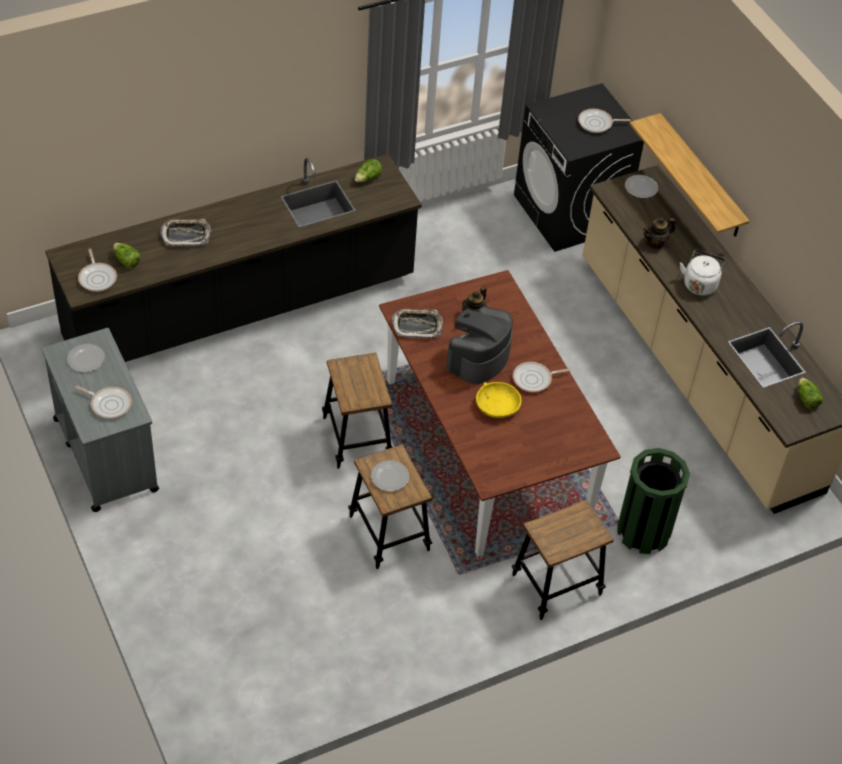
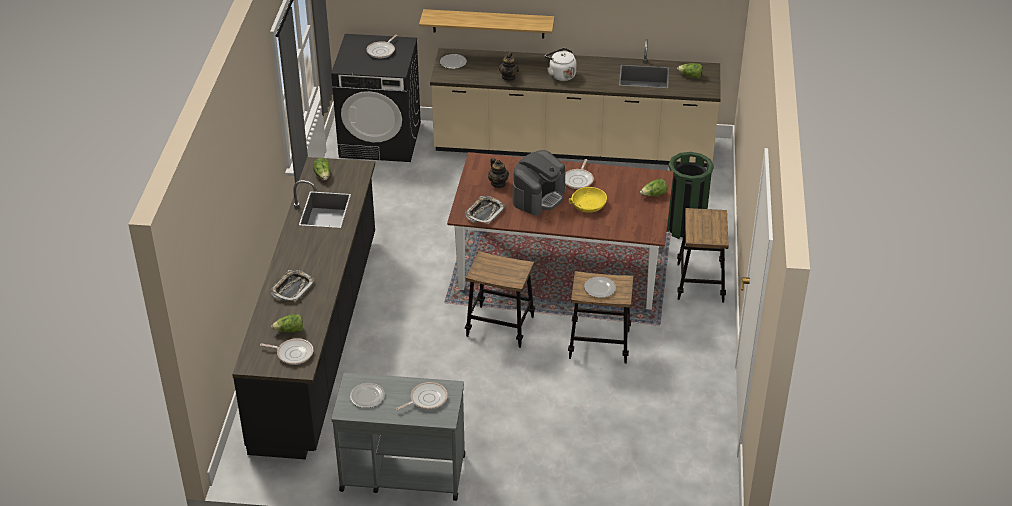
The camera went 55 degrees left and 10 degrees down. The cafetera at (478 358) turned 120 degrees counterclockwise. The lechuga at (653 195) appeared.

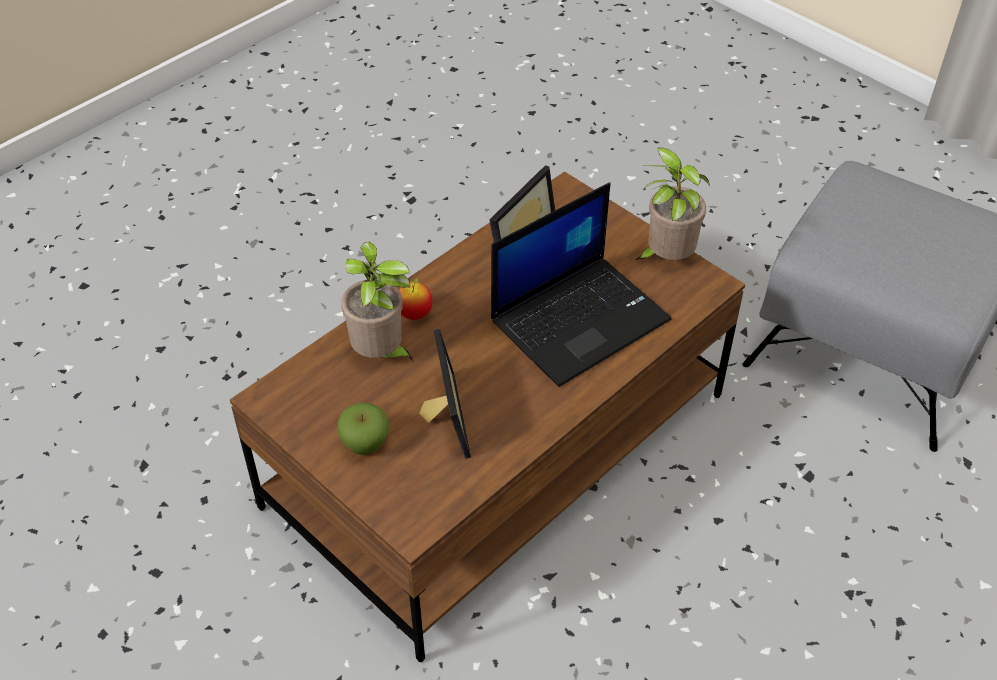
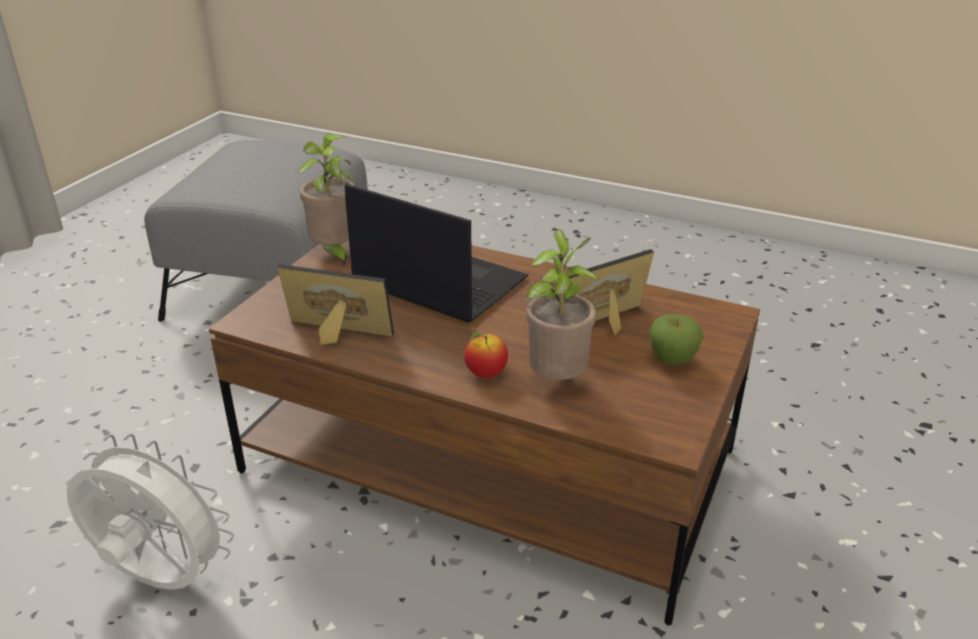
The camera went 110 degrees left and 15 degrees down. The ventilador/blanco at (159 580) appeared.

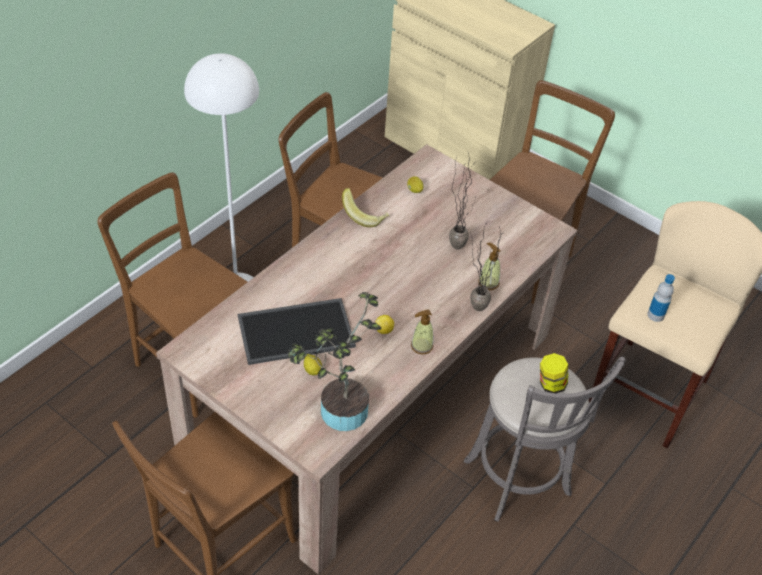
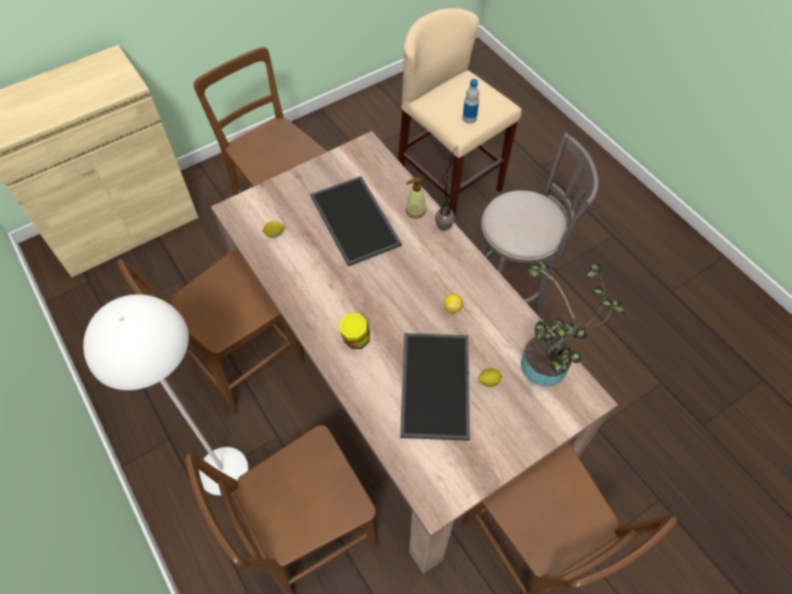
The camera went 70 degrees left and 10 degrees up. The planta en maceta at (456 242) was replaced by the bandeja at (357 220). The plátano at (364 216) disappeared. The dispensador de jabón at (421 346) disappeared. The tarro moved from (550 384) to (356 340).

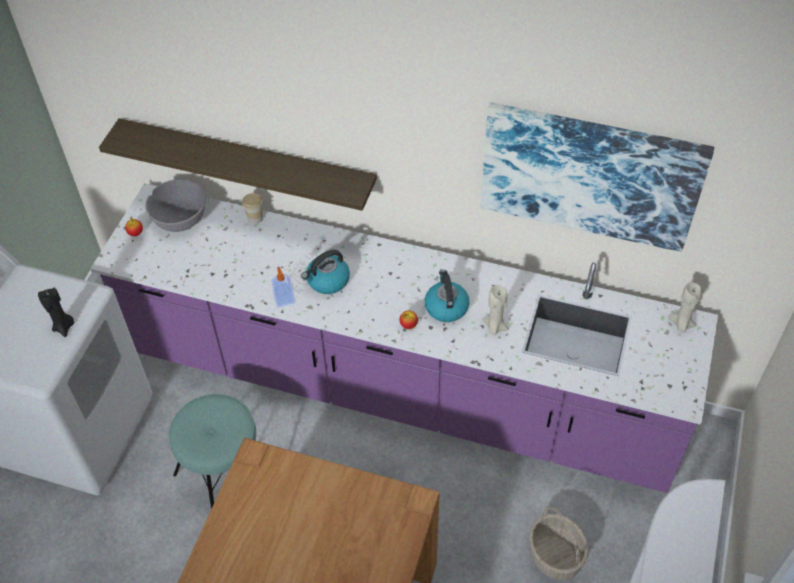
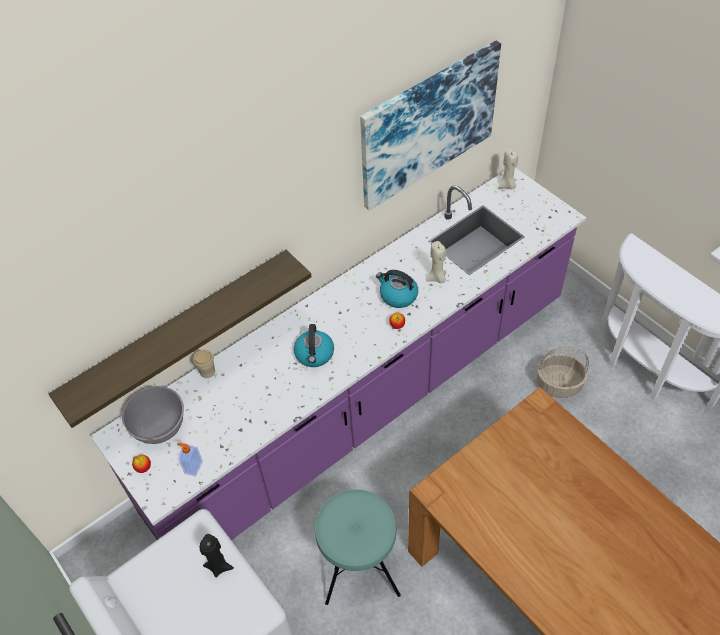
The camera went 55 degrees left and 0 degrees up. The dispensador de jabón moved from (284 300) to (193 467).

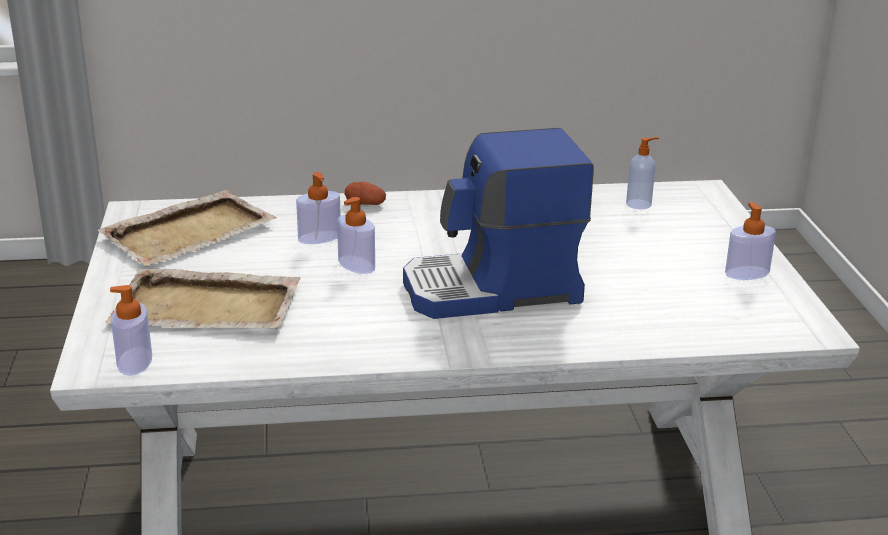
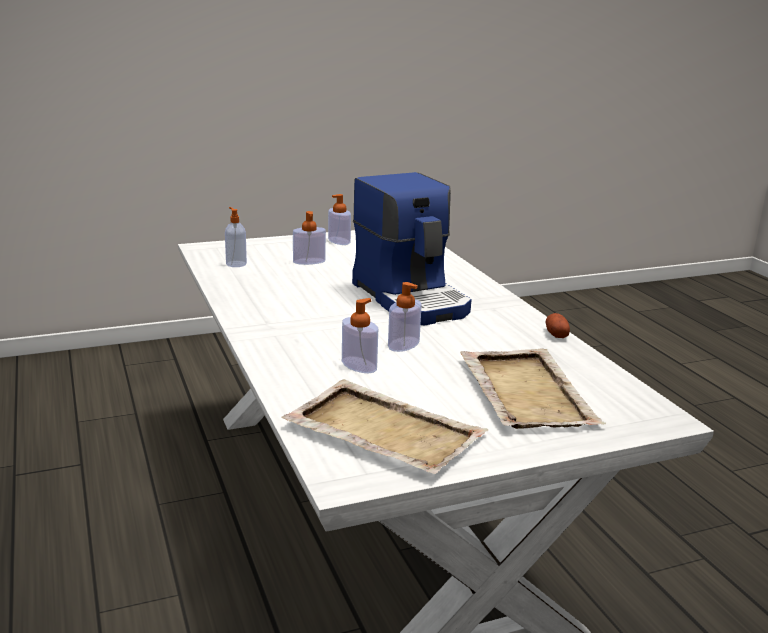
The camera went 105 degrees left and 5 degrees down. The patata moved from (365 204) to (556 334). The dispensador de jabón moved from (134 361) to (309 261).

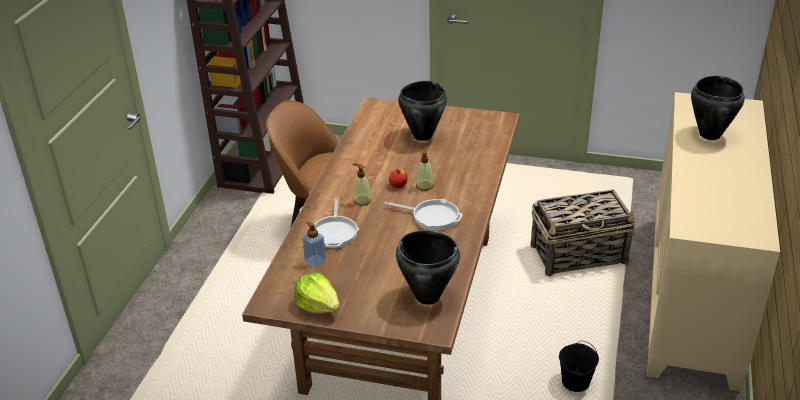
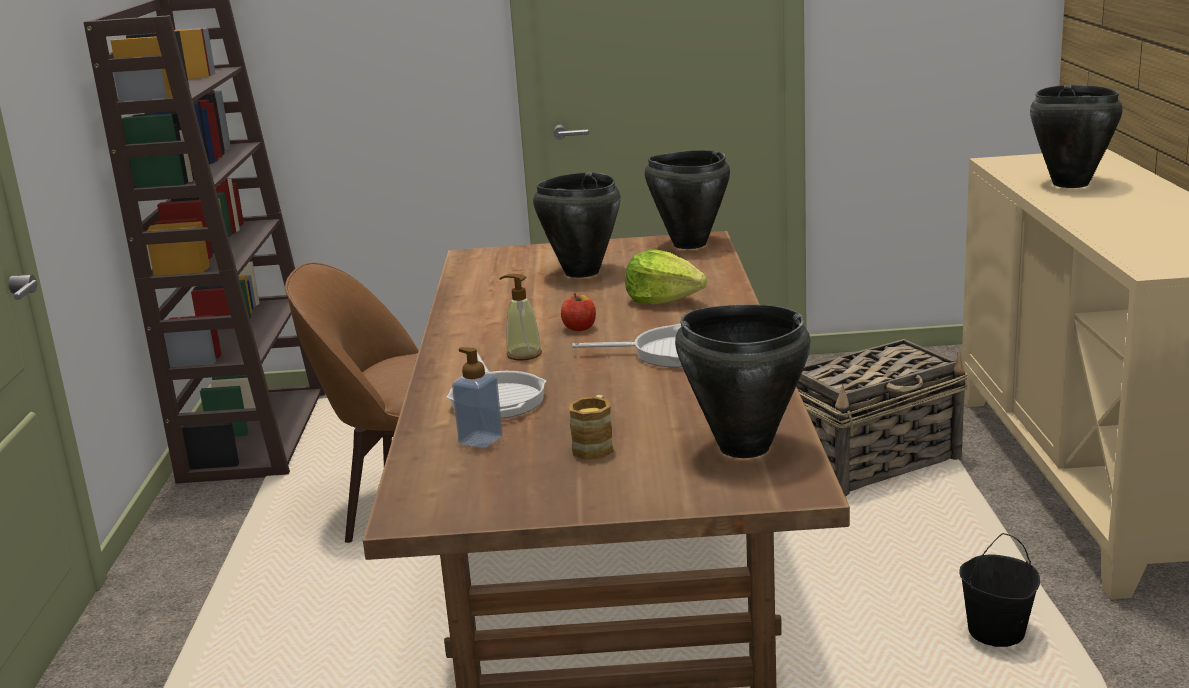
The camera went 15 degrees left and 15 degrees down. The dispensador de jabón at (424 186) disappeared. The lechuga moved from (318 305) to (663 300). The olla/negro at (689 244) appeared. The taza grande at (595 445) appeared.

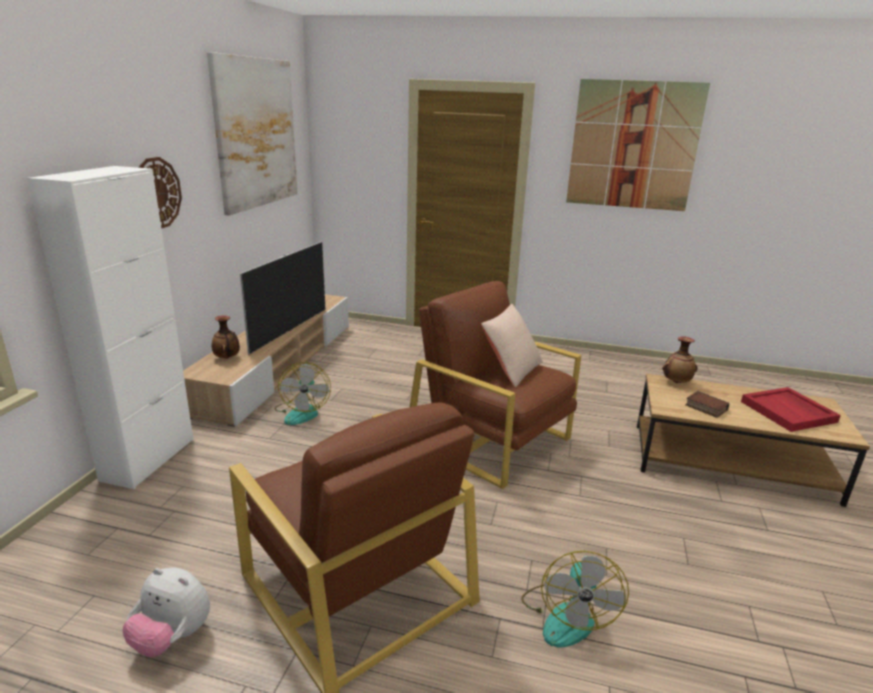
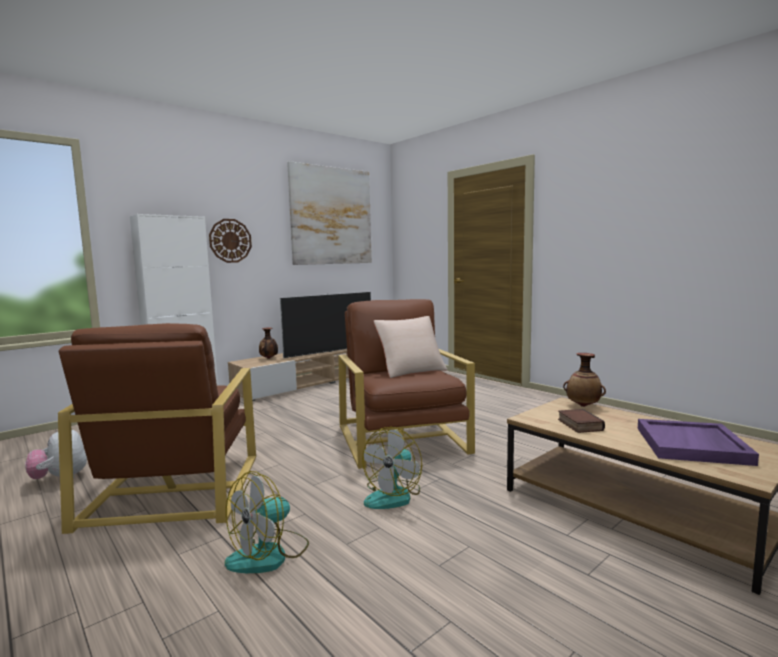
The camera went 35 degrees right and 15 degrees down. The cuadro at (633 146) disappeared. The ventilador moved from (302 412) to (394 495). The bandeja/rojo at (789 412) became the bandeja/morado at (692 445).

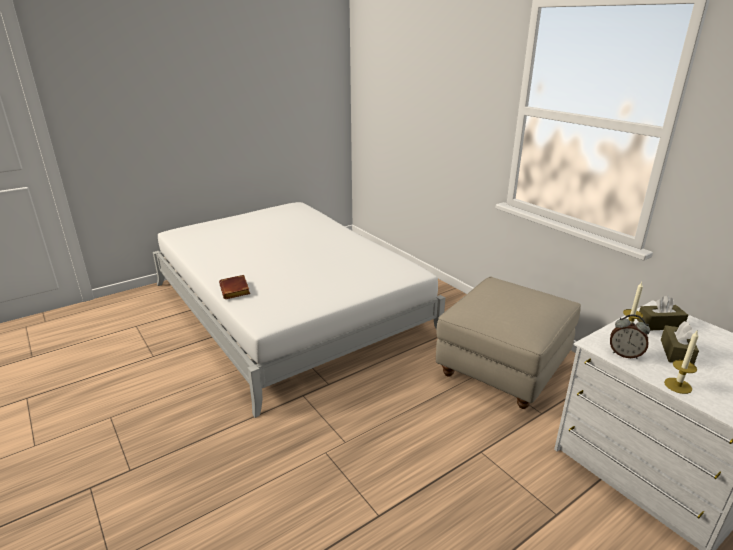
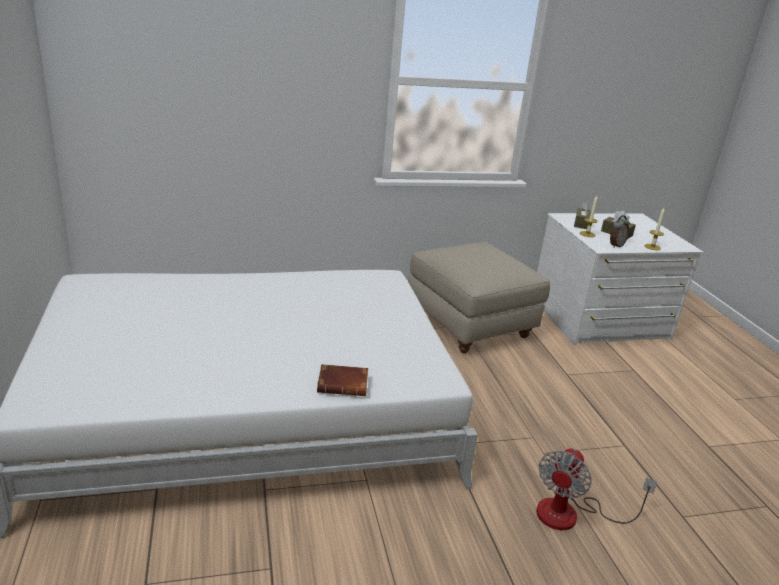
The camera went 70 degrees left and 0 degrees up. The ventilador at (571 514) appeared.

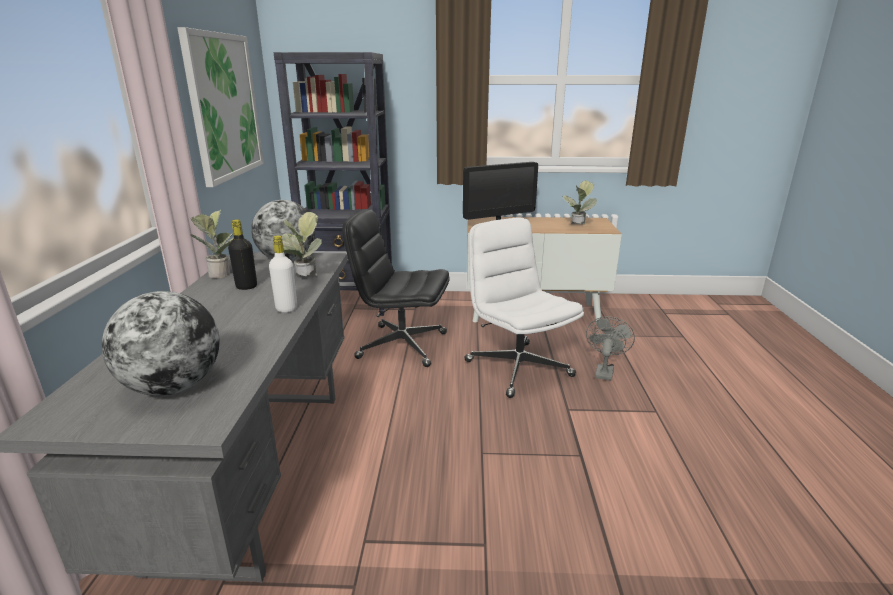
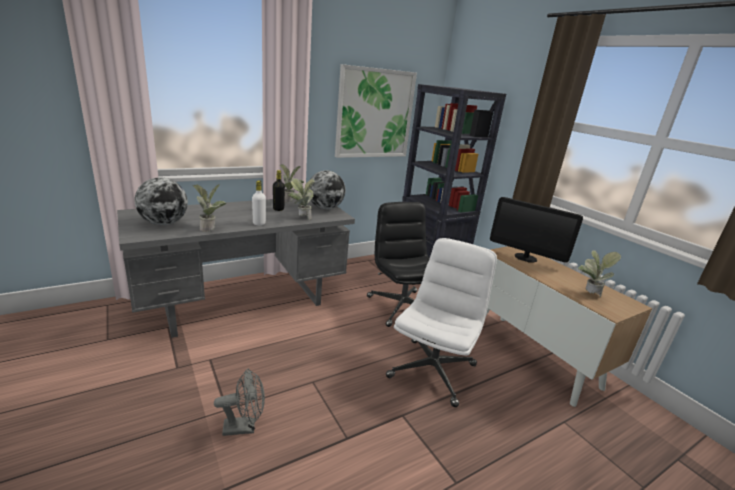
The camera went 55 degrees right and 0 degrees up. The ventilador/gris moved from (604 370) to (244 427). The planta en maceta at (211 228) appeared.

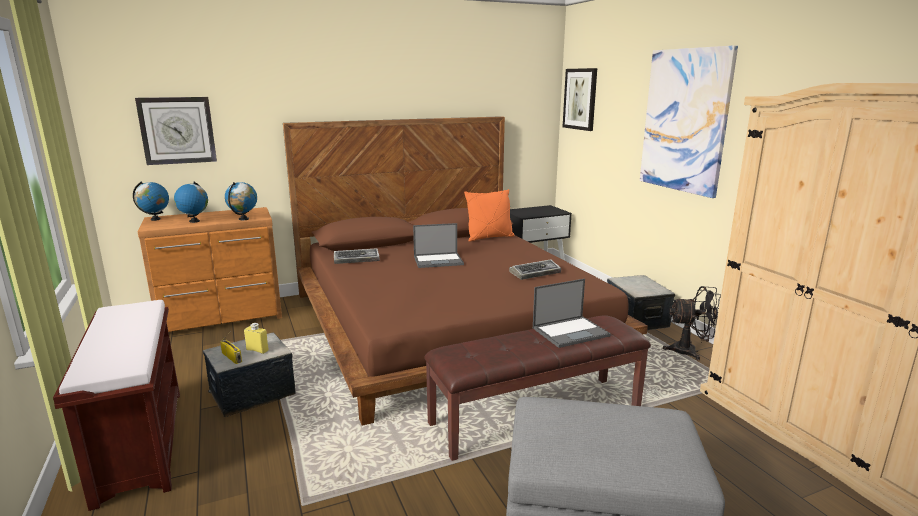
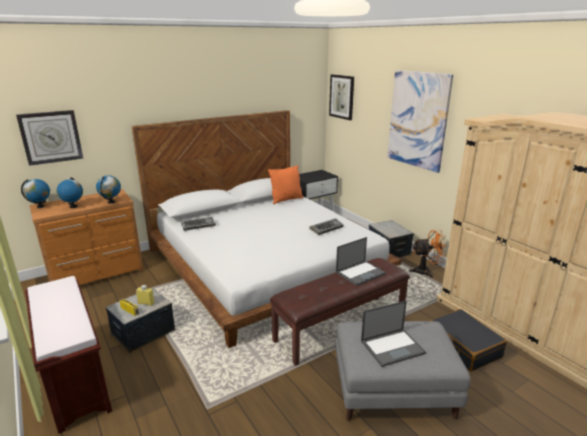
The camera went 10 degrees left and 5 degrees up. The cama/marrón at (448 324) became the cama/blanco at (265 265). The portátil moved from (439 260) to (393 347). The ventilador/negro at (690 351) became the ventilador/naranja at (426 271). The maleta/negro at (463 347) appeared.

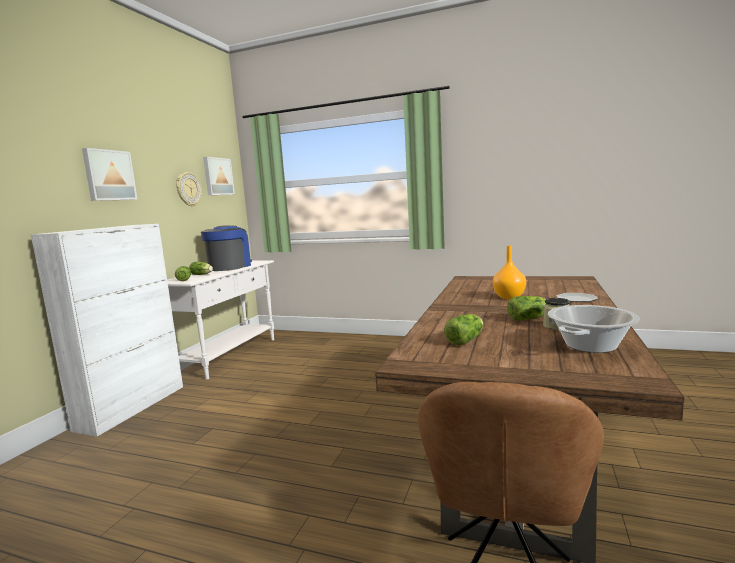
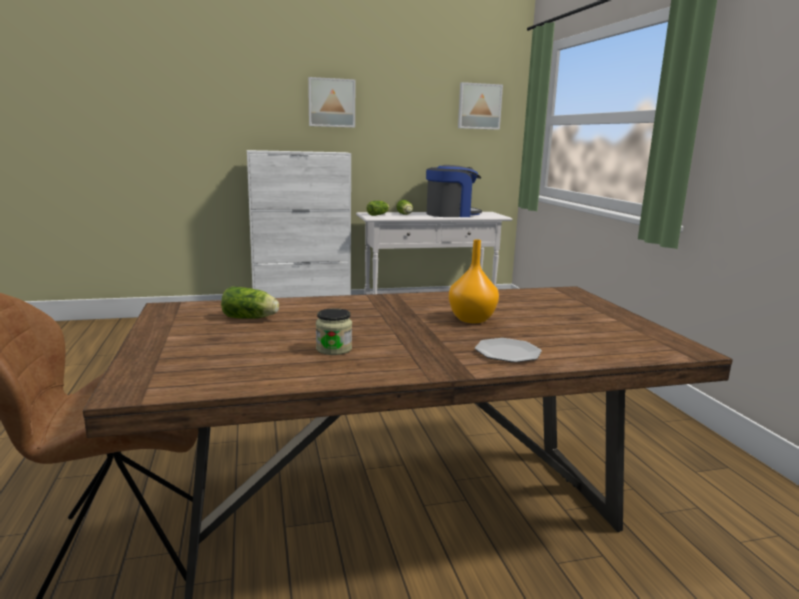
The camera went 55 degrees right and 5 degrees up. The reloj de pared at (188 189) disappeared. The lechuga at (530 318) disappeared. The olla at (590 345) disappeared.

